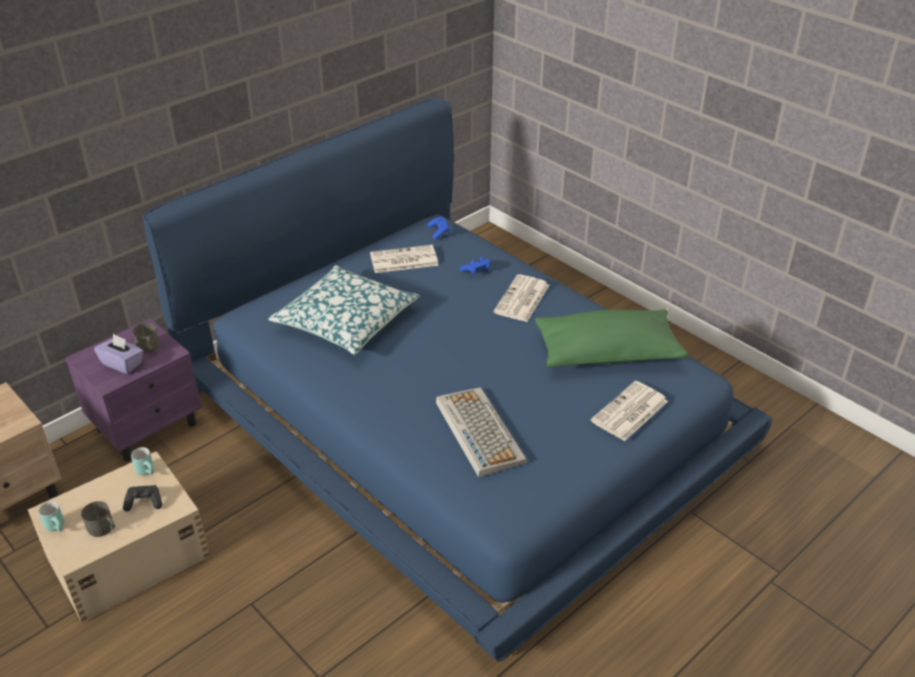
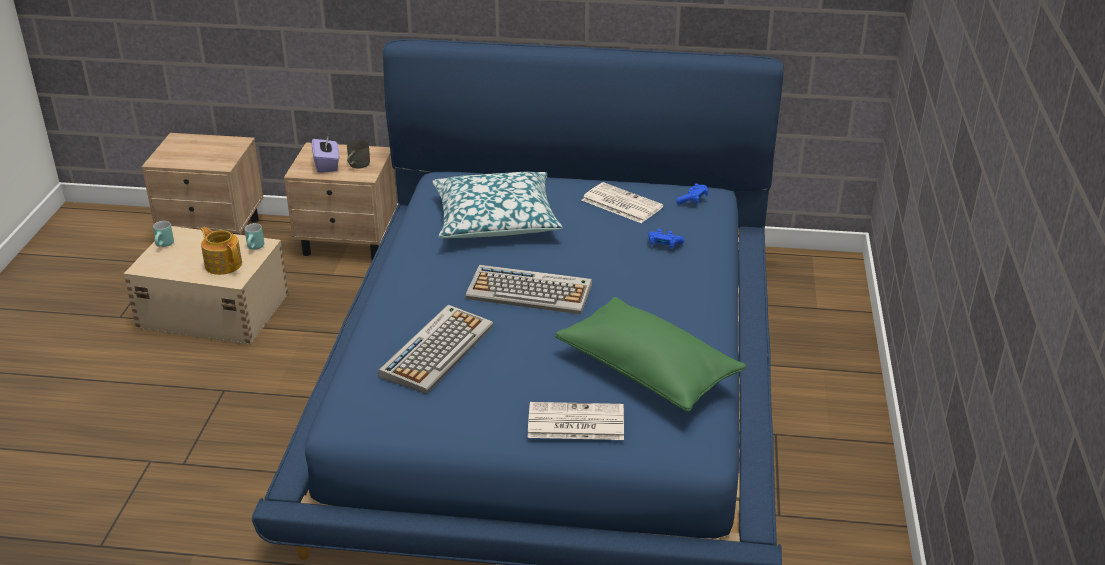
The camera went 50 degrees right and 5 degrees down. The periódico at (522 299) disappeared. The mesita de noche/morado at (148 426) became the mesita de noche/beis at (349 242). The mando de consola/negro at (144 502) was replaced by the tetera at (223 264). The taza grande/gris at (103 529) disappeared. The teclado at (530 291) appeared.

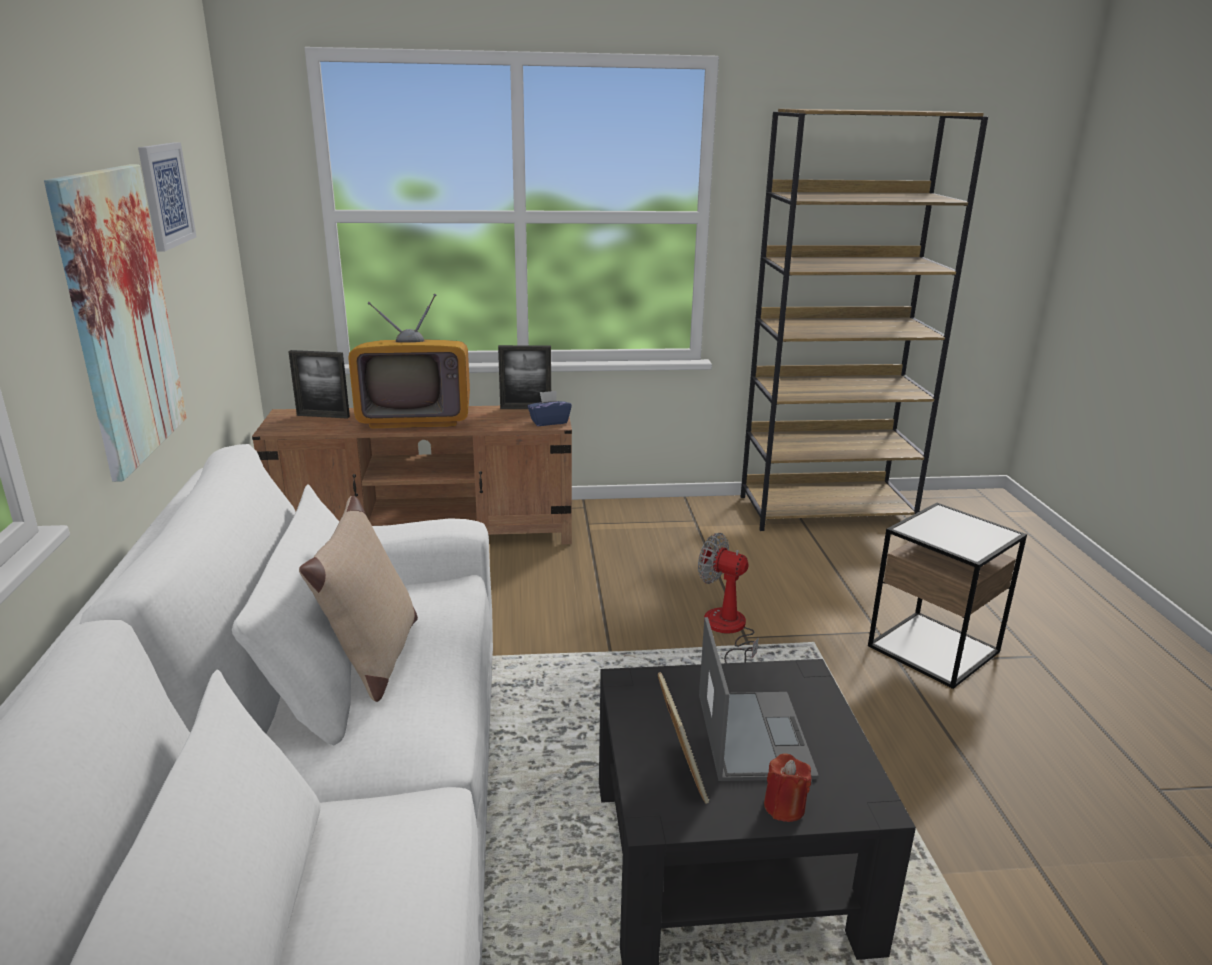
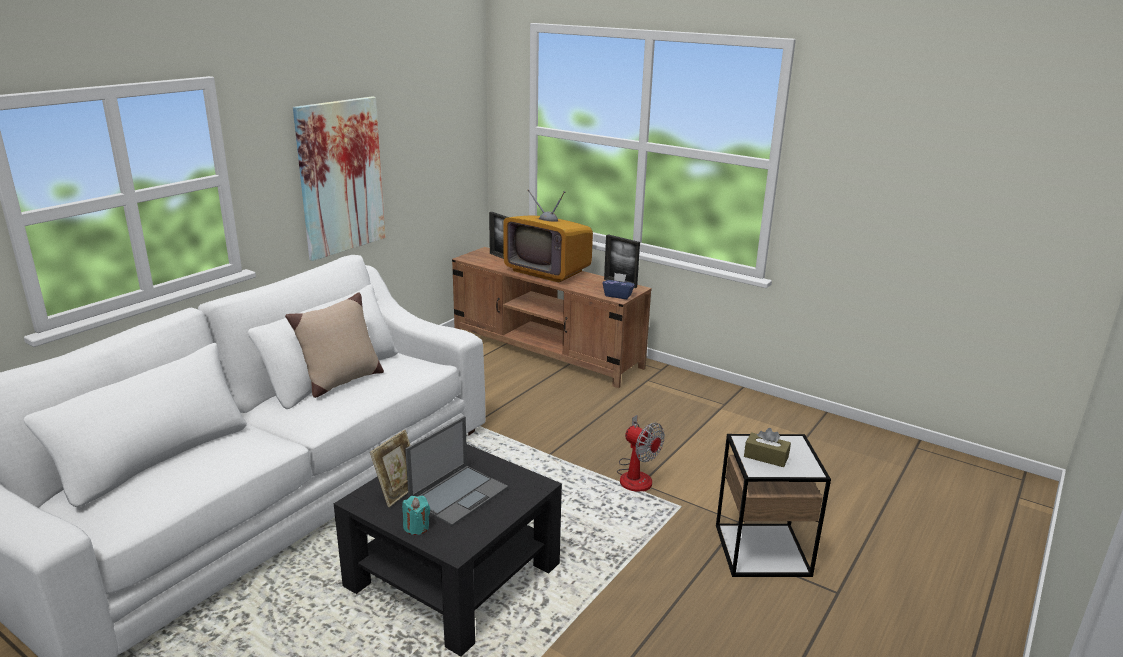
The camera went 40 degrees right and 0 degrees up. The estantería/marrón at (826 510) disappeared. The cuadro at (165 195) disappeared. The ventilador at (728 631) turned 150 degrees clockwise. The vela/rojo at (784 807) became the vela/turquesa at (416 527). The caja de pañuelos/marrón at (766 457) appeared.

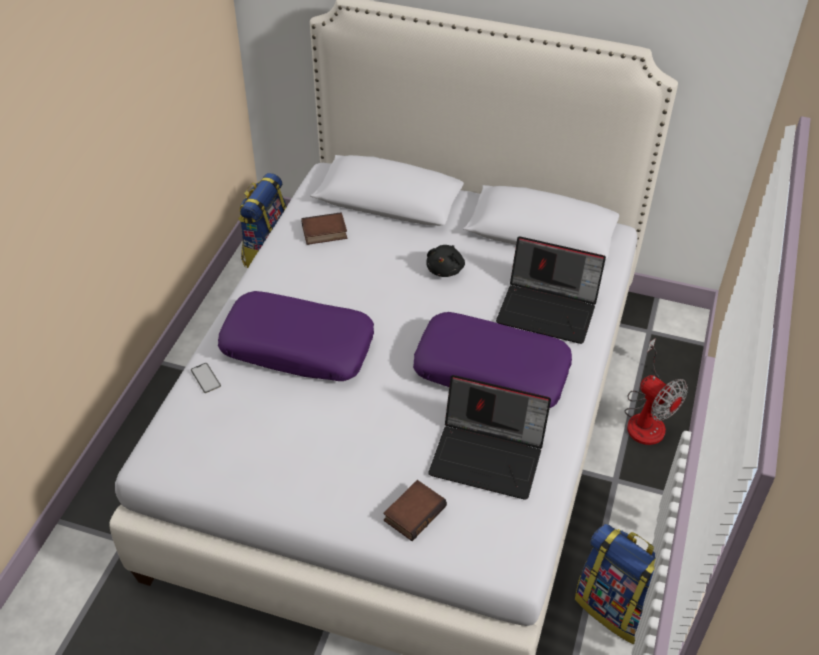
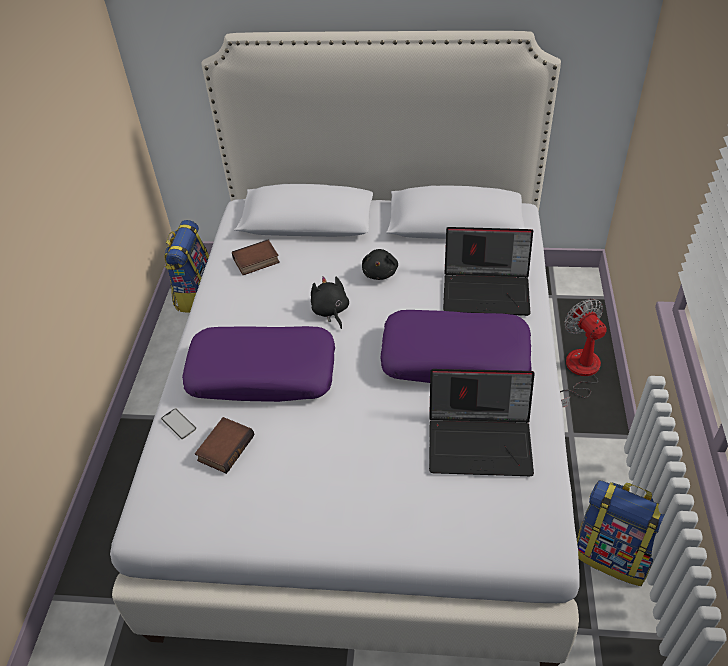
The camera went 10 degrees left and 0 degrees up. The ventilador at (646 418) turned 150 degrees counterclockwise. The libro moved from (414 512) to (225 447). The peluche/negro at (330 311) appeared.

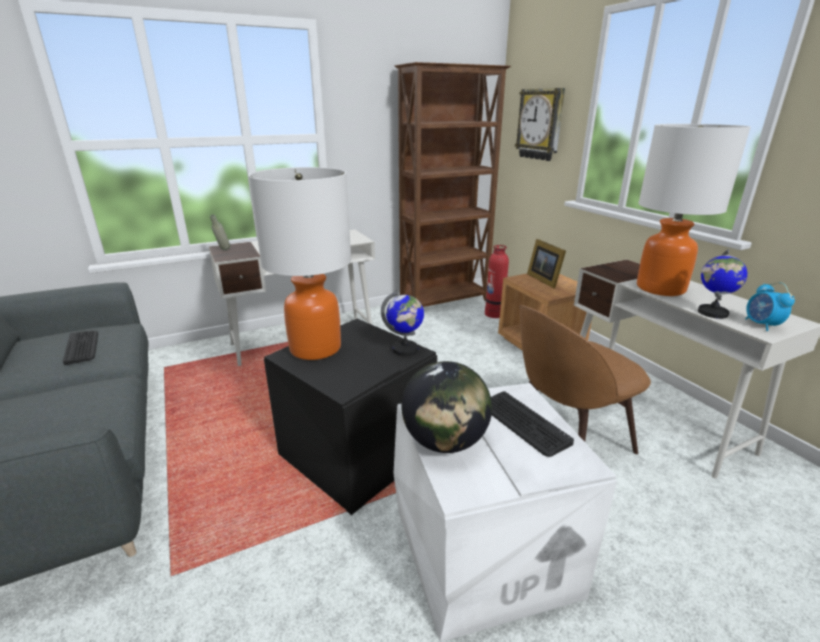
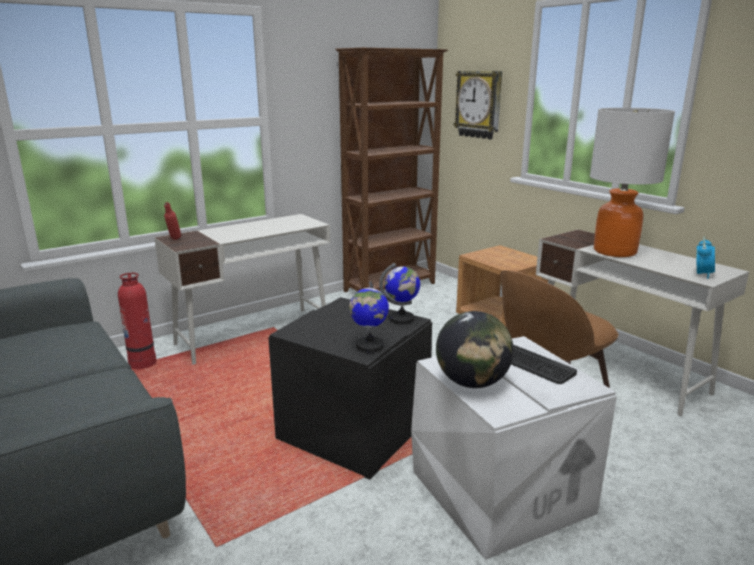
The camera went 10 degrees left and 5 degrees down. The lámpara de mesa at (315 348) disappeared. The botella/gris at (223 250) became the botella/rojo at (174 240). The portarretratos at (544 279) disappeared. The extintor moved from (494 313) to (143 363). The globo terráqueo moved from (712 313) to (369 346). The despertador at (761 325) turned 135 degrees counterclockwise. The teclado at (82 347) disappeared.

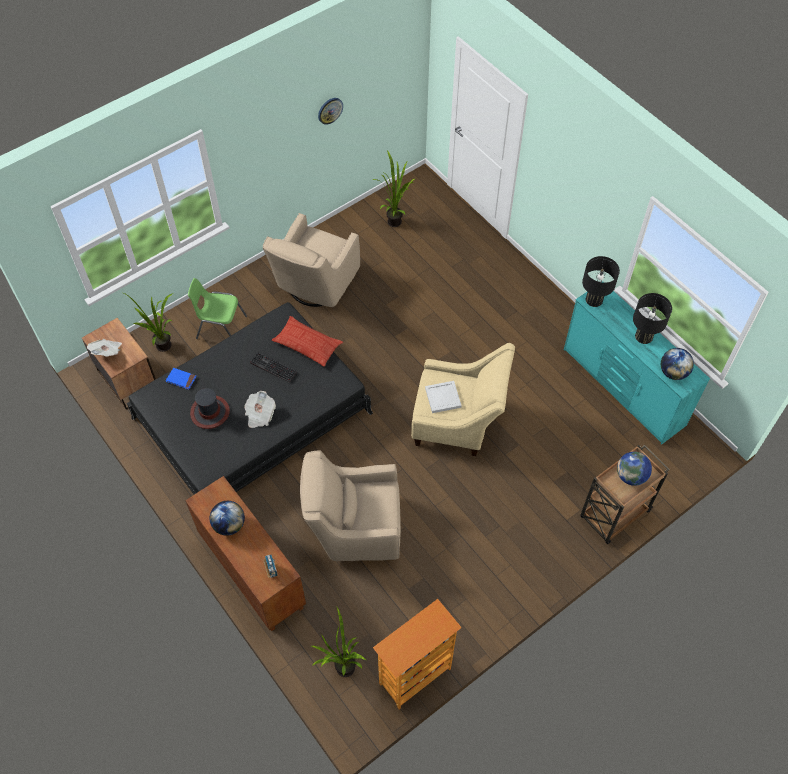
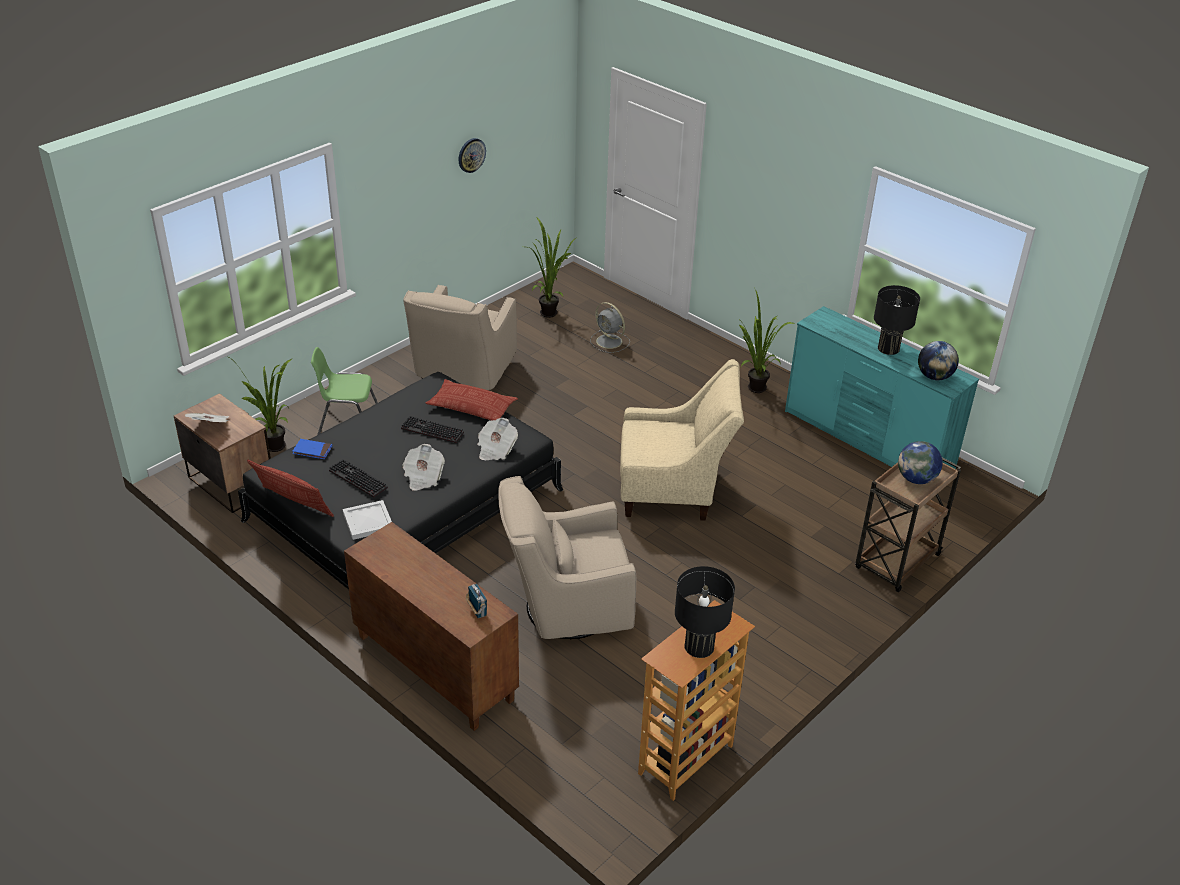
The camera went 10 degrees left and 20 degrees down. The lámpara de mesa/negro moved from (594 299) to (699 646). The bandeja/blanco moved from (442 397) to (367 521). The sombrero at (210 412) was replaced by the teclado at (356 479). The globo terráqueo at (229 525) disappeared. The planta en maceta moved from (341 670) to (753 390). The ventilador/gris at (610 342) appeared. The periódico at (496 449) appeared. The cojín at (293 505) appeared.

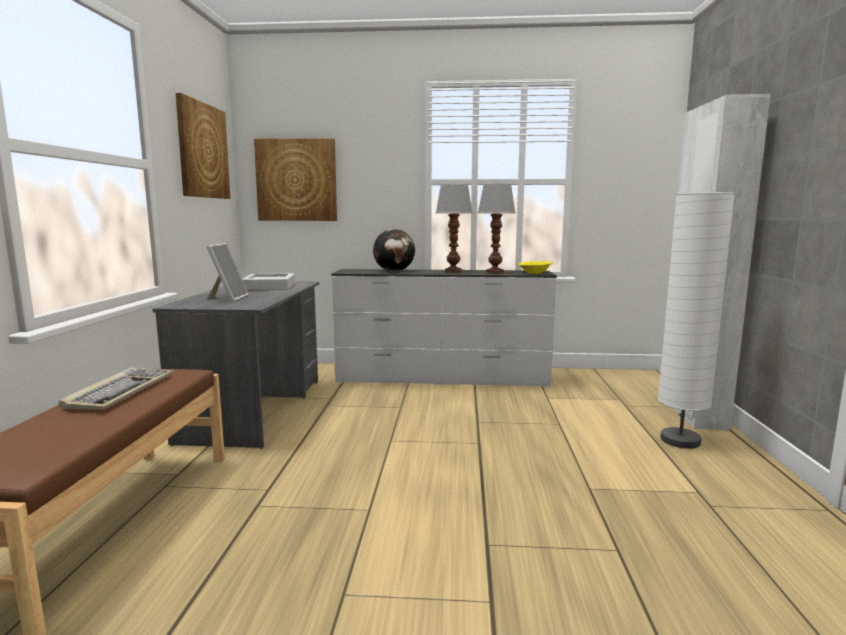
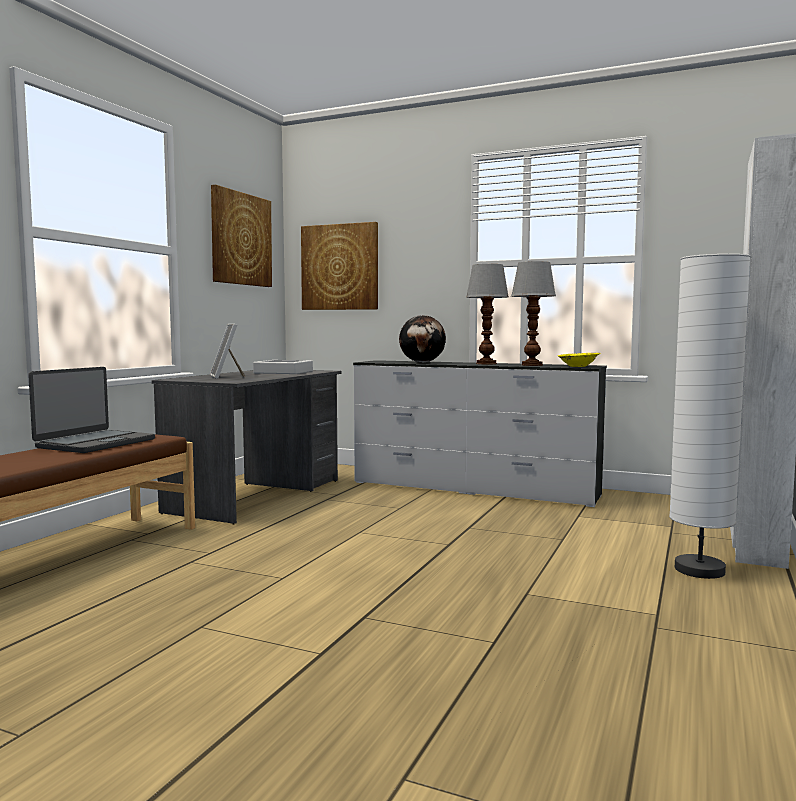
The camera went 20 degrees right and 5 degrees down. The portarretratos at (227 298) turned 135 degrees clockwise. The teclado at (120 391) was replaced by the portátil at (95 443).

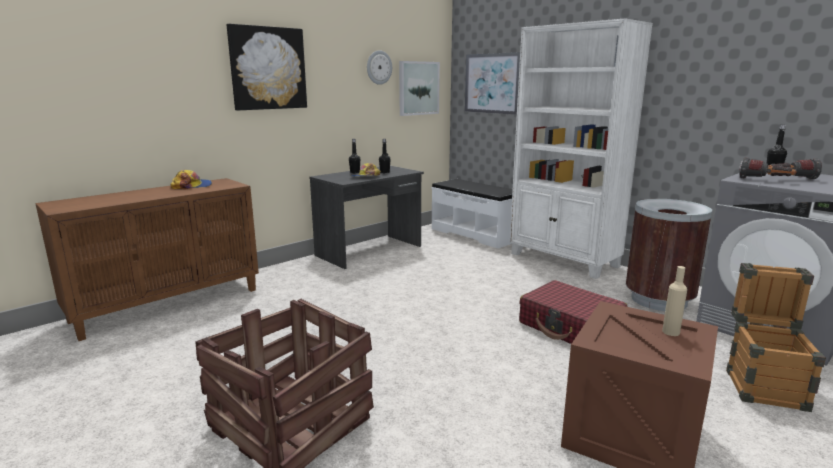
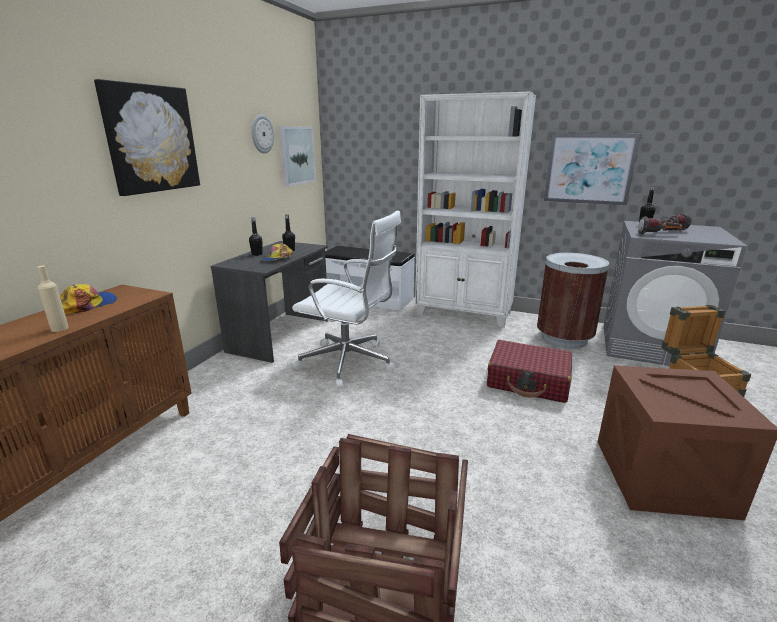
The camera went 25 degrees left and 5 degrees up. The cuadro moved from (492 83) to (589 169). The botella/beis moved from (671 332) to (59 328). The silla de oficina/blanco at (350 363) appeared.

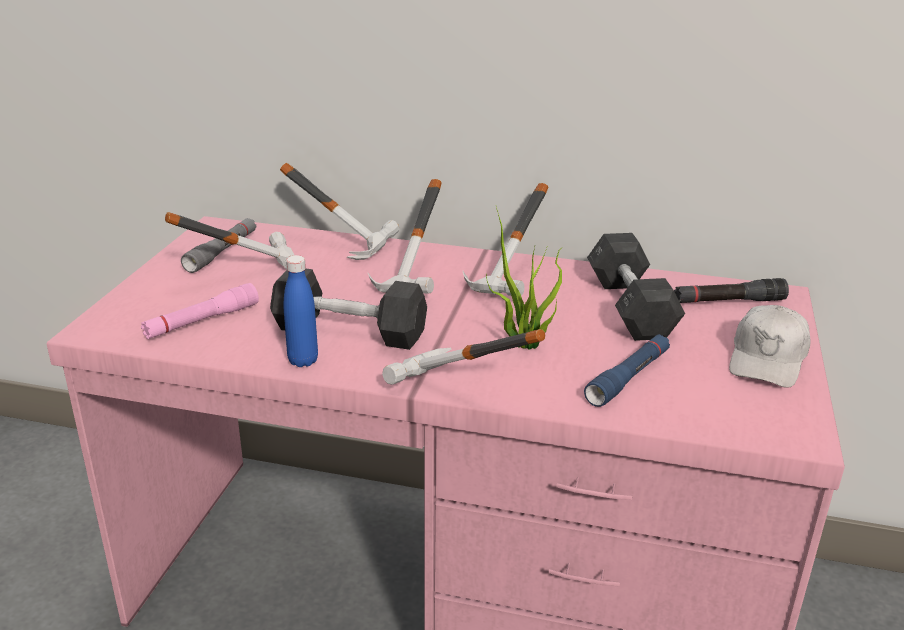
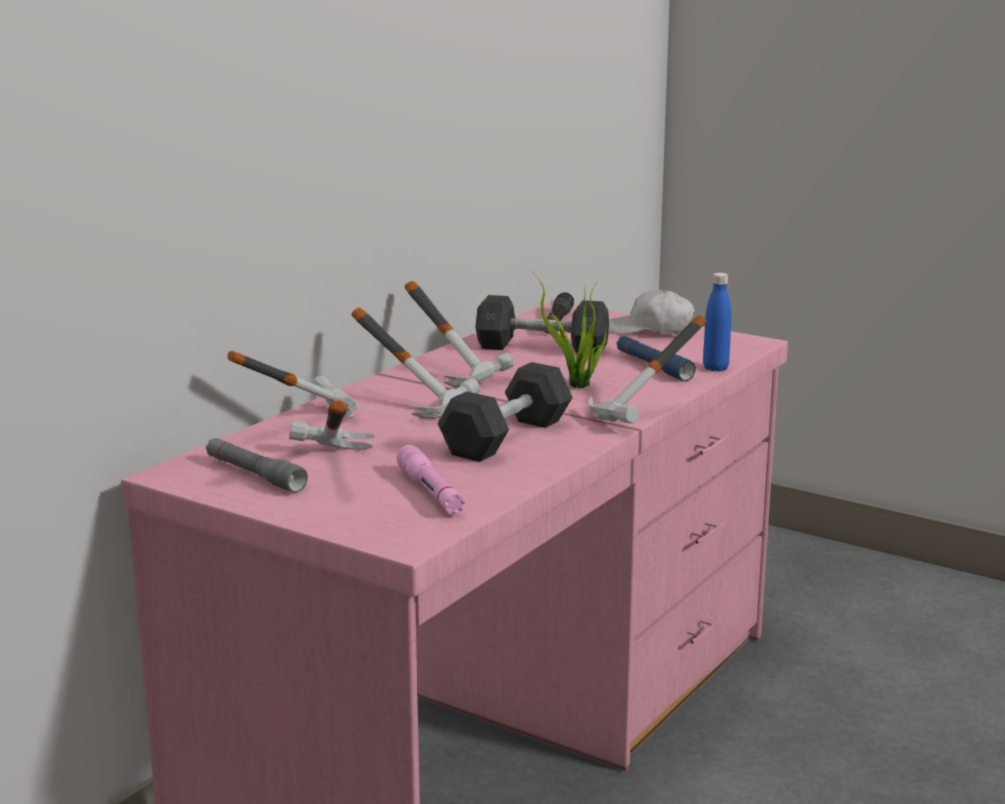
The camera went 70 degrees left and 10 degrees down. The botella/azul moved from (303 361) to (715 368). The gorra/blanco at (767 359) turned 150 degrees clockwise.

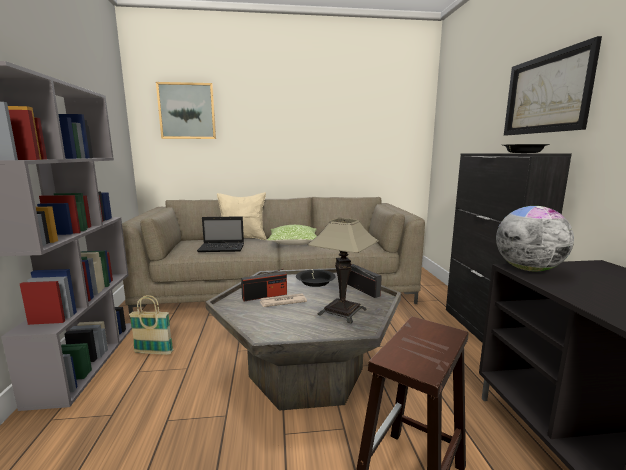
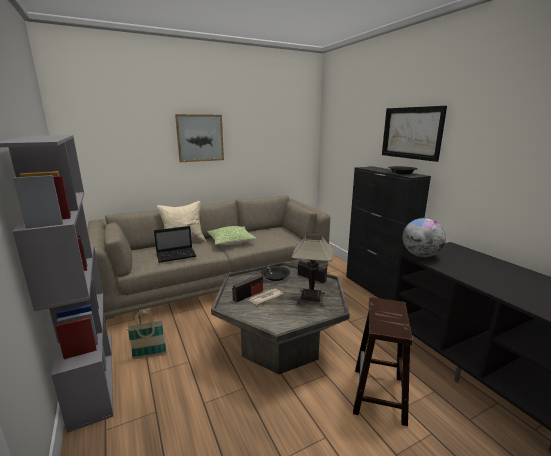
The camera went 20 degrees left and 5 degrees up. The cuadro moved from (187 111) to (200 138).

